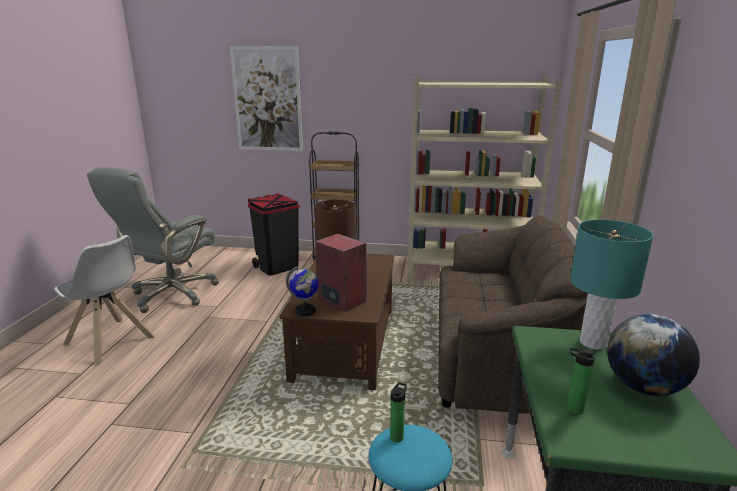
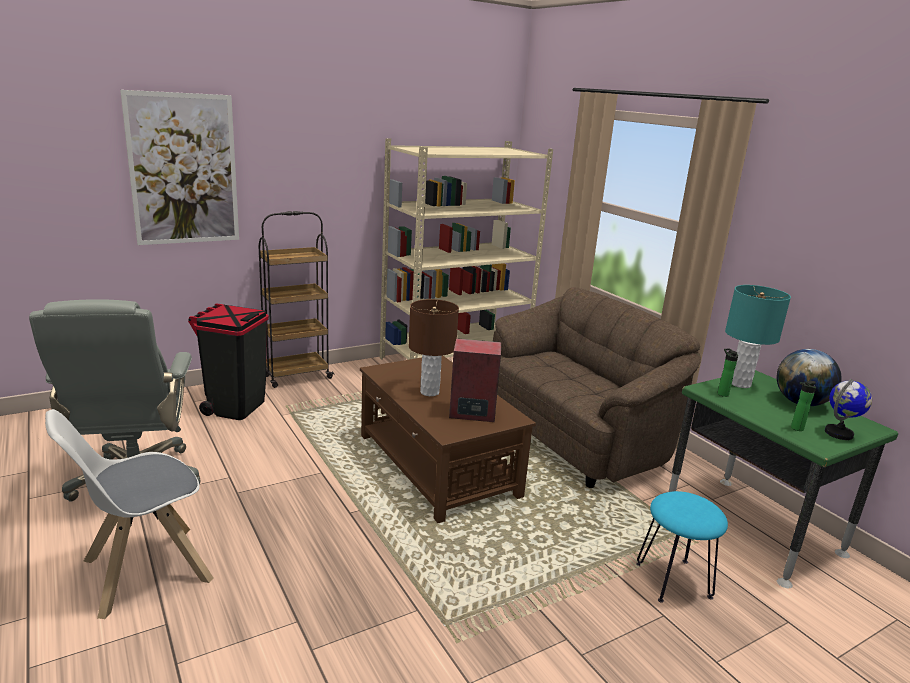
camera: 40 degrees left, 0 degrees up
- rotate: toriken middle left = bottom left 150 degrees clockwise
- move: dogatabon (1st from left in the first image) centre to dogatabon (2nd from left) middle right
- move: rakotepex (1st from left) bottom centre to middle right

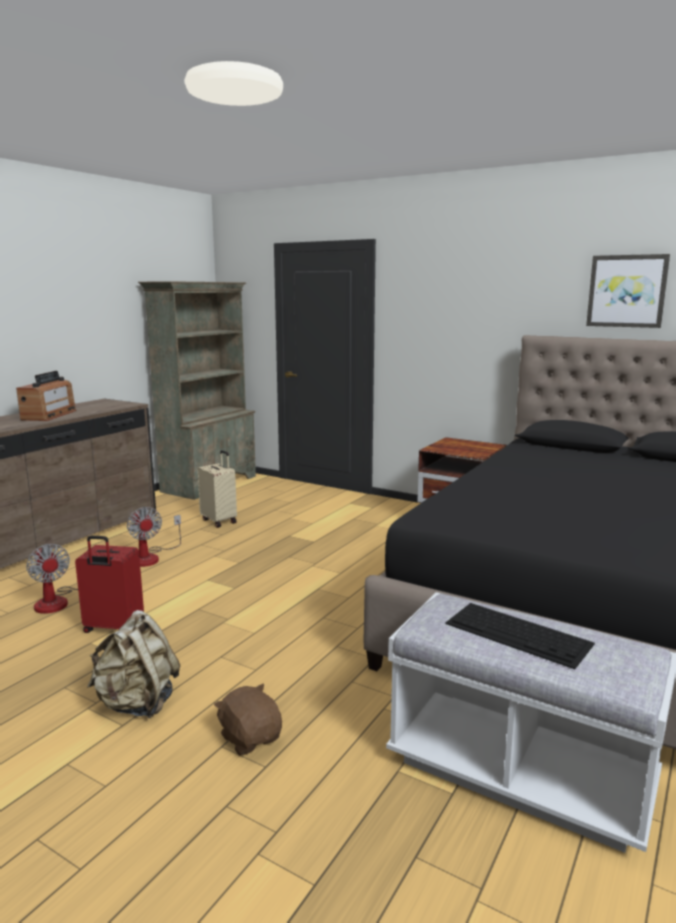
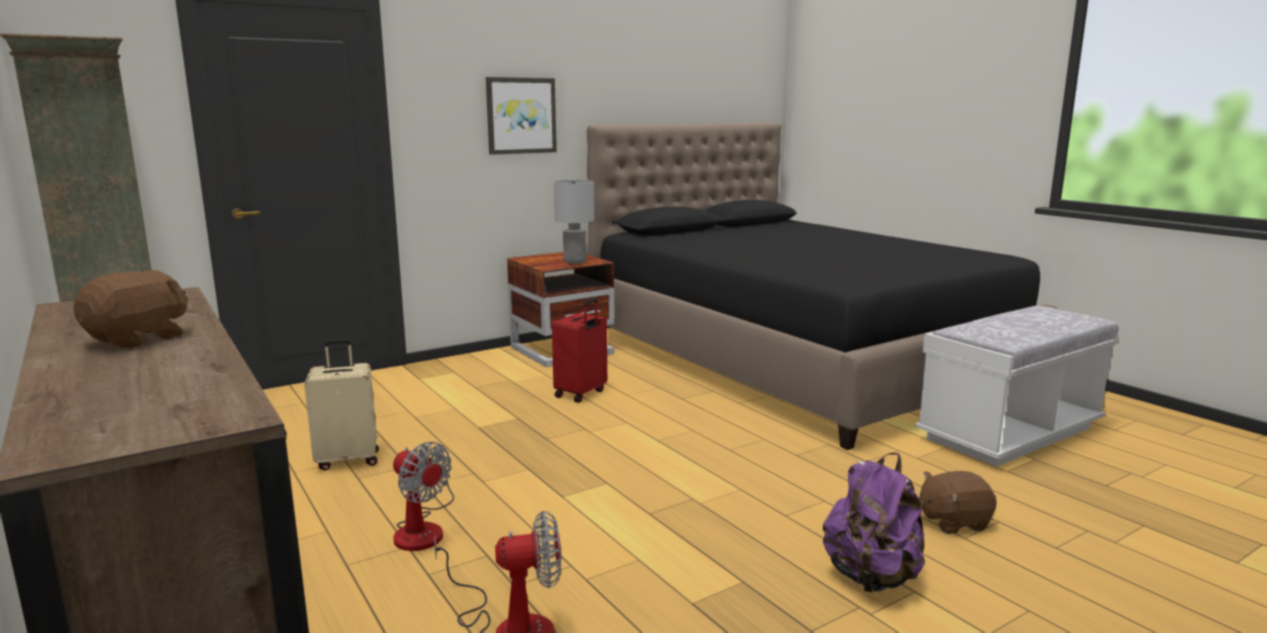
camera: 65 degrees left, 0 degrees up
- move: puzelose top right to top centre
- replace: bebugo middle left to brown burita (1st from left) middle left
- rotate: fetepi (2nd from left in the first image) middle left = bottom centre 45 degrees clockwise
- move: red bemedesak middle left to centre
- delete: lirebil bottom right
- recolor: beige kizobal bottom left to purple kizobal bottom right
- insert: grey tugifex centre

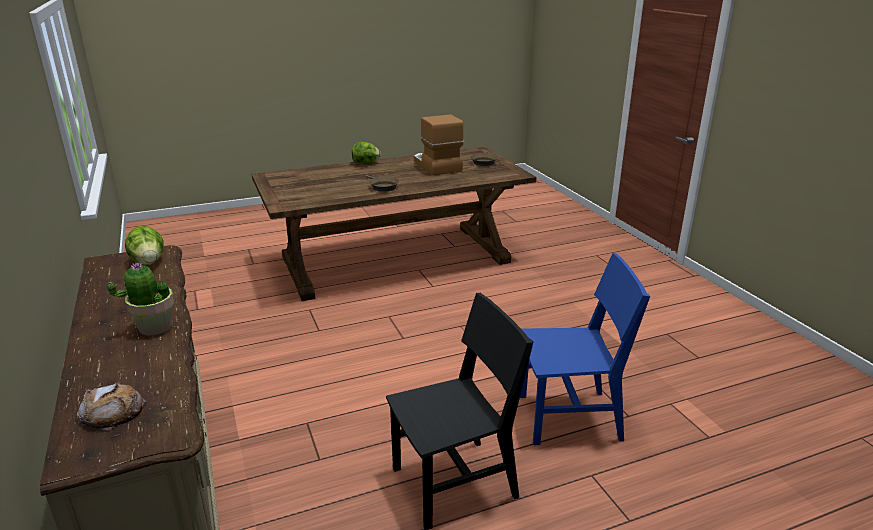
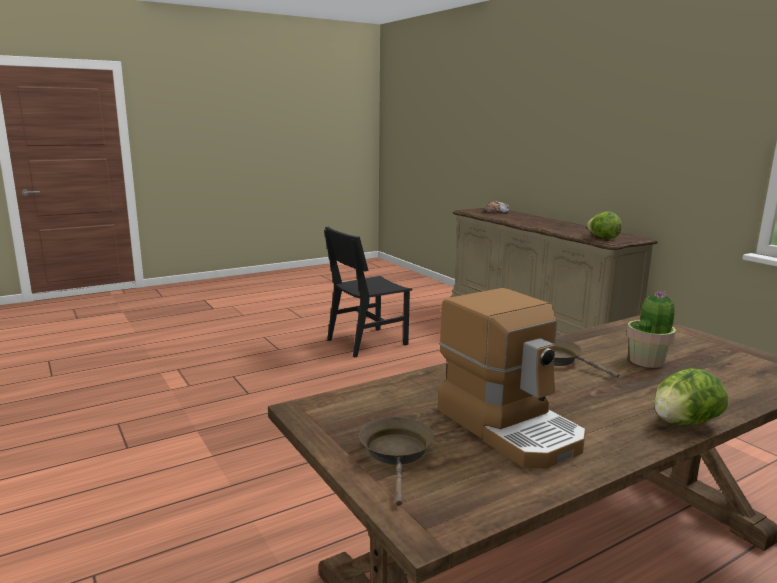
camera: 170 degrees right, 10 degrees down
- delete: blue toriken middle right
- move: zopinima middle left to middle right

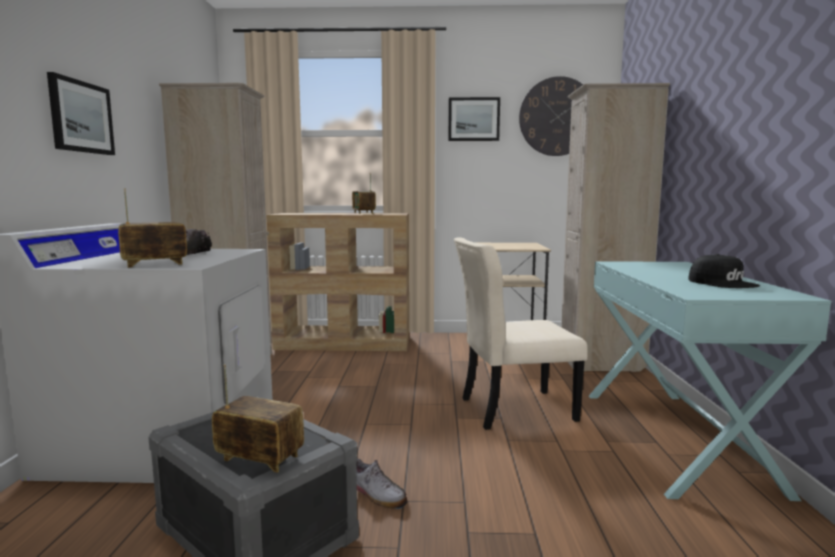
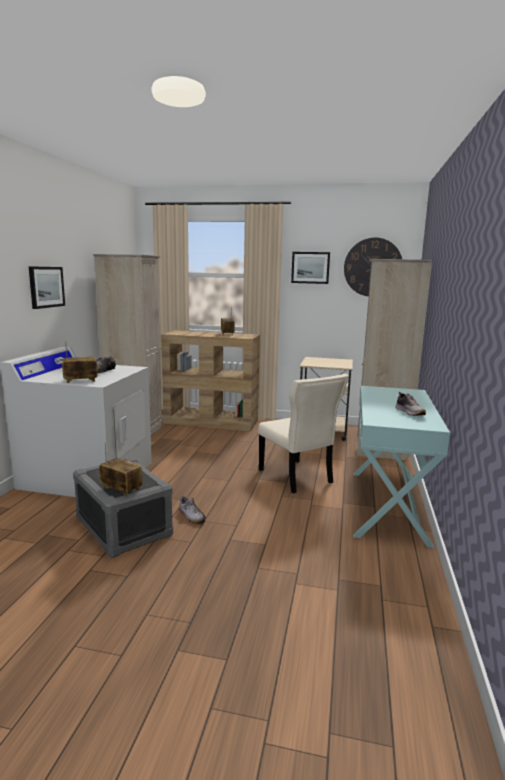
camera: 10 degrees right, 5 degrees up
- rotate: beige toriken centre = centre 120 degrees counterclockwise
- replace: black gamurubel middle right to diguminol (3rd from left) middle right

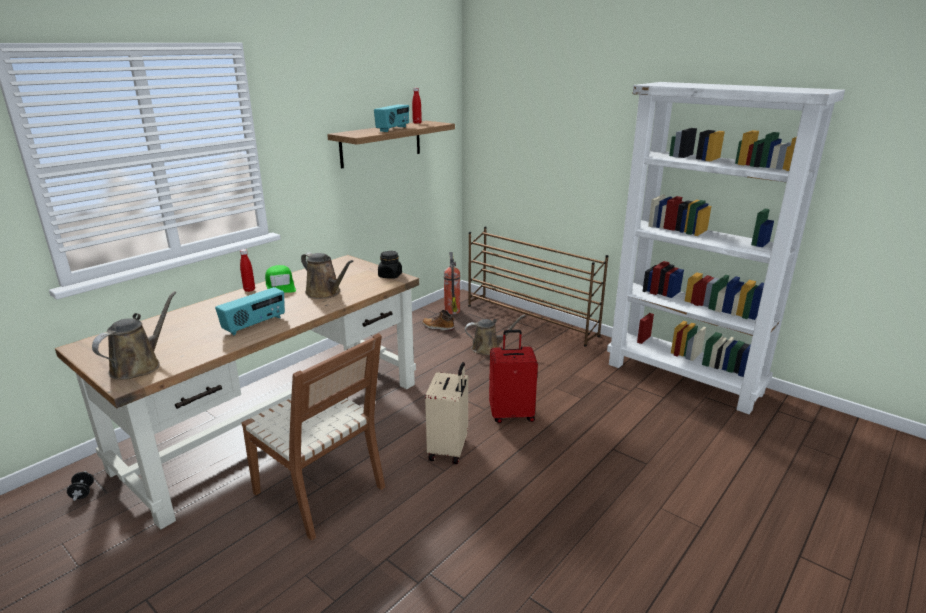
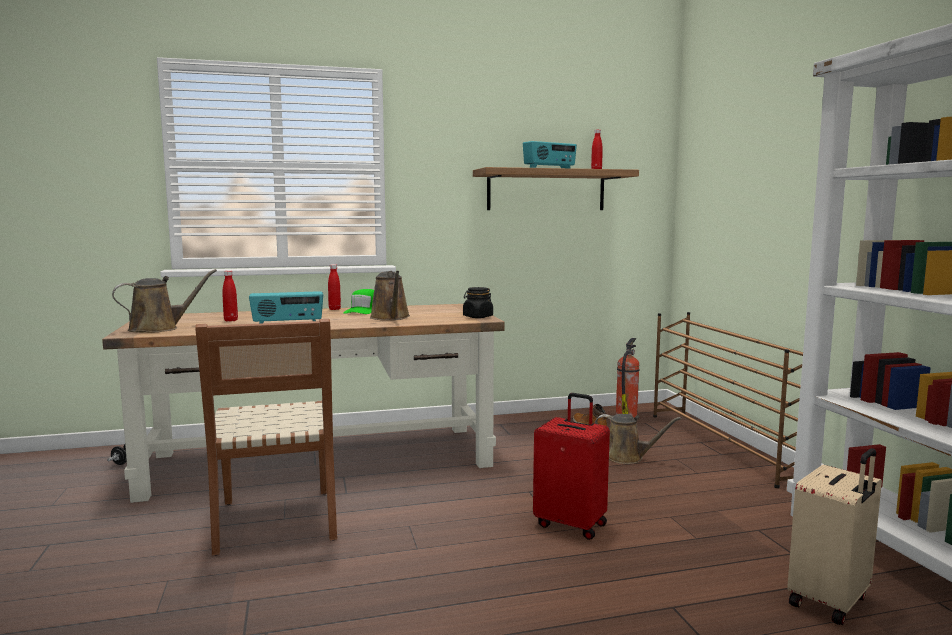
camera: 35 degrees right, 15 degrees down
- move: beige bemedesak bottom centre to bottom right
- insert: red rakotepex (1st from left) middle left

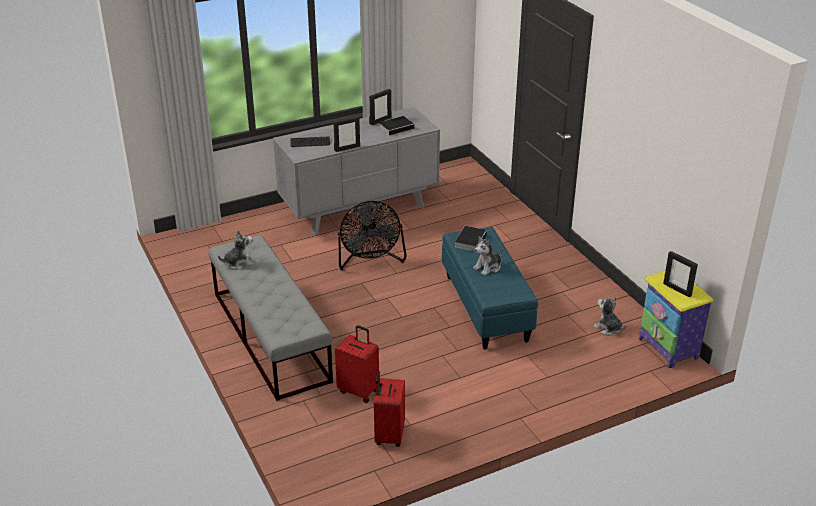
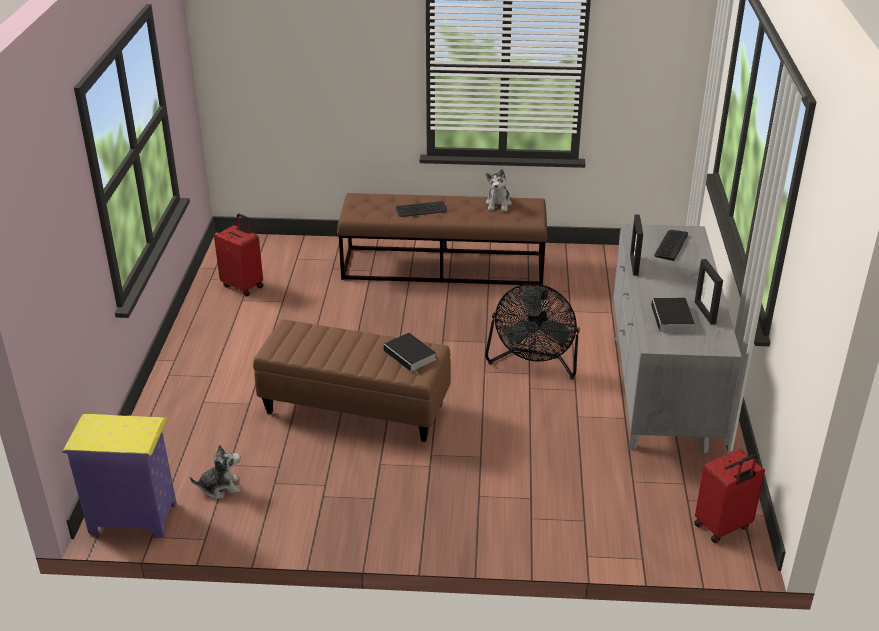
camera: 120 degrees right, 0 degrees up
- rotate: black fetepi centre = centre 90 degrees counterclockwise
- recolor: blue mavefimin centre to brown mavefimin centre
- recolor: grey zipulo middle left to brown zipulo centre
- delete: burita (2nd from left) centre
- delete: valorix (3rd from left) middle right
- move: red bemedesak (1st from left in the first image) bottom centre to red bemedesak (2nd from left) bottom right
- insert: lirebil (1st from left) top centre

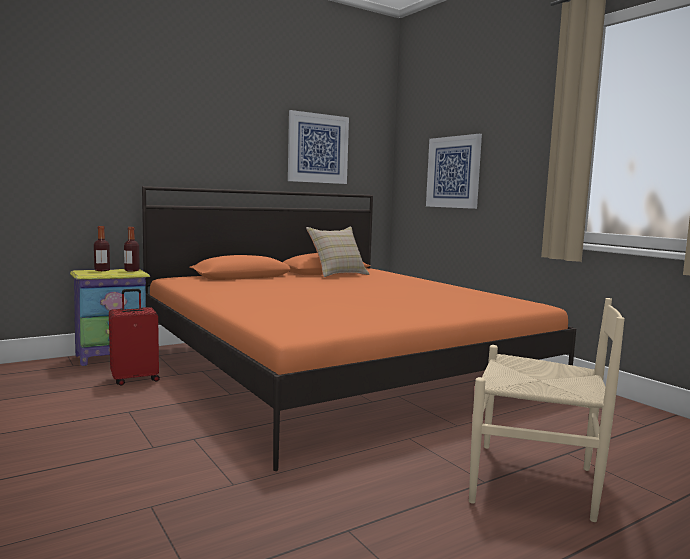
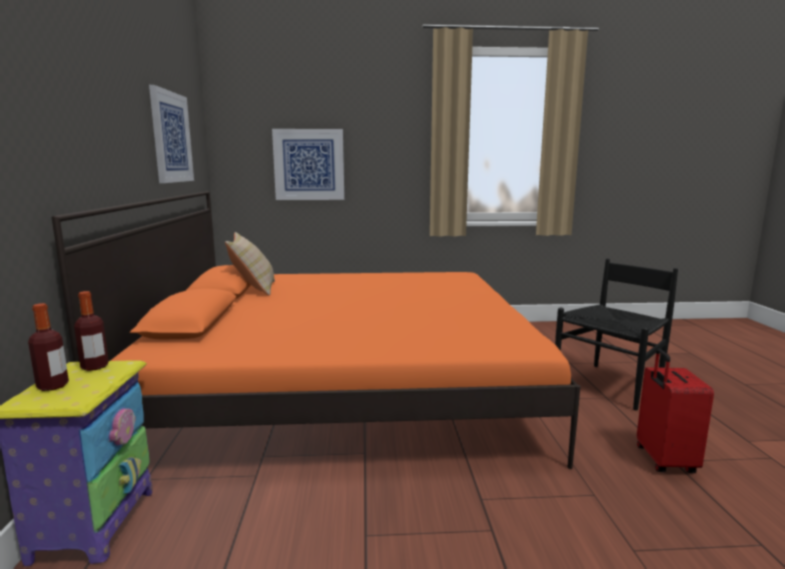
camera: 60 degrees left, 5 degrees up
- move: red bemedesak middle left to bottom right
- recolor: beige toriken bottom right to black toriken middle right

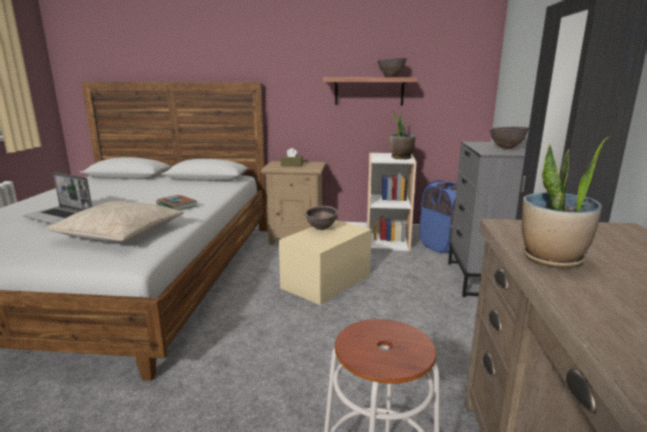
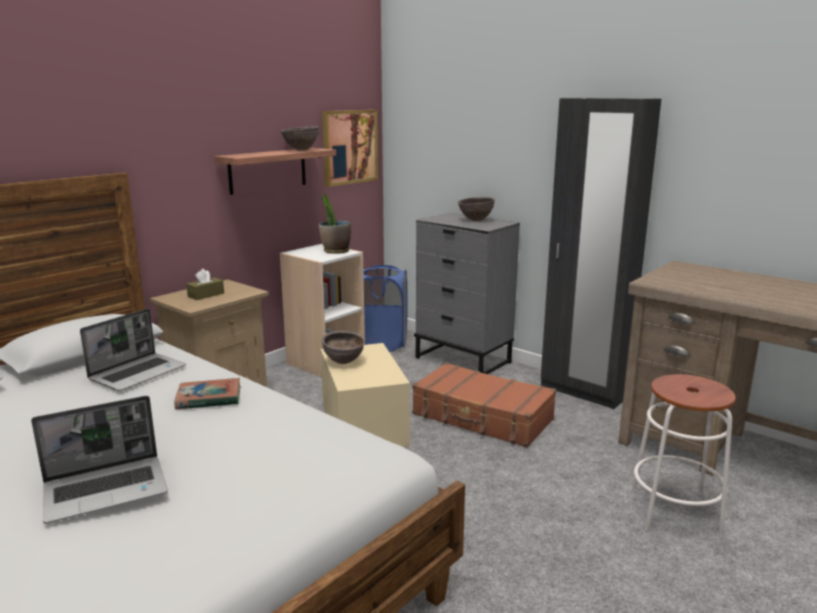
camera: 55 degrees left, 0 degrees up
- delete: zopinima (2nd from left) middle right
- delete: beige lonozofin middle left
- insert: puzelose top centre
- insert: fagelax (2nd from left) middle left
- insert: brown bemedesak centre

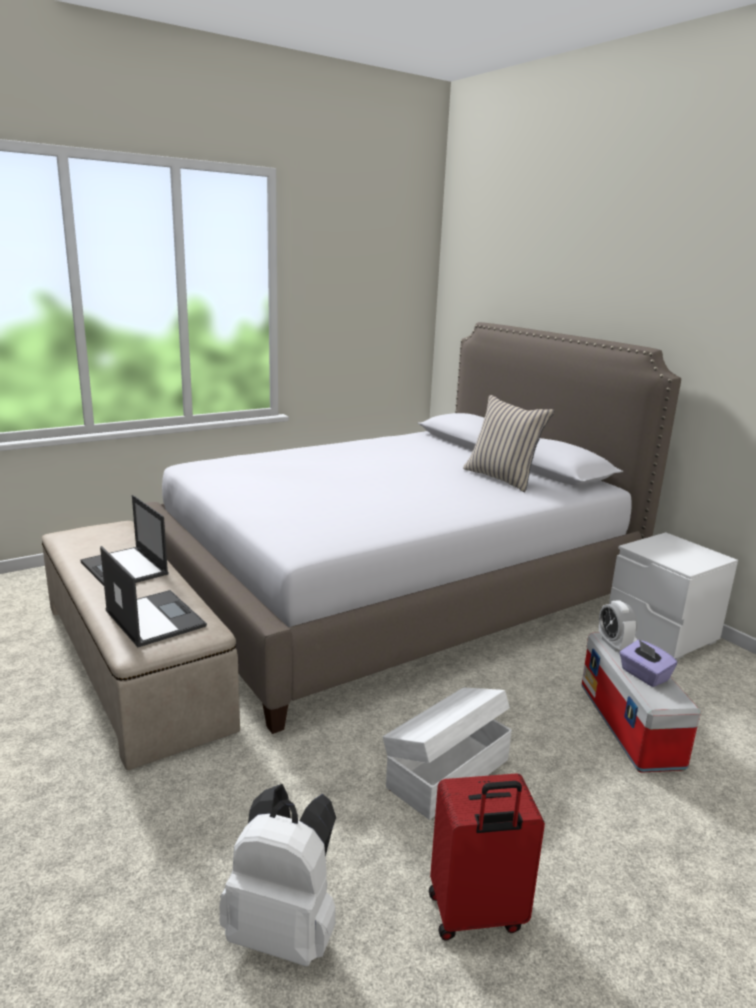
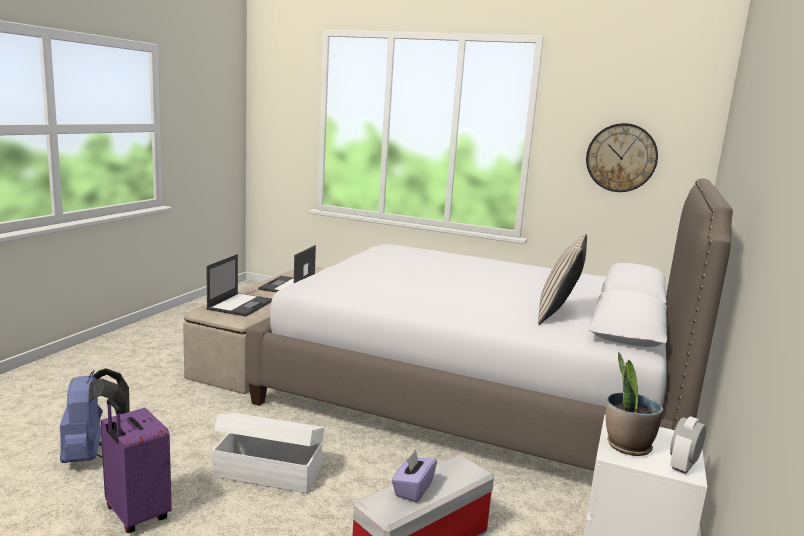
camera: 55 degrees right, 5 degrees down
- move: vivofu middle right to bottom right
- recolor: red bemedesak bottom centre to purple bemedesak bottom left
- recolor: white kizobal bottom centre to blue kizobal bottom left
- insert: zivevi top right
- insert: zopinima bottom right

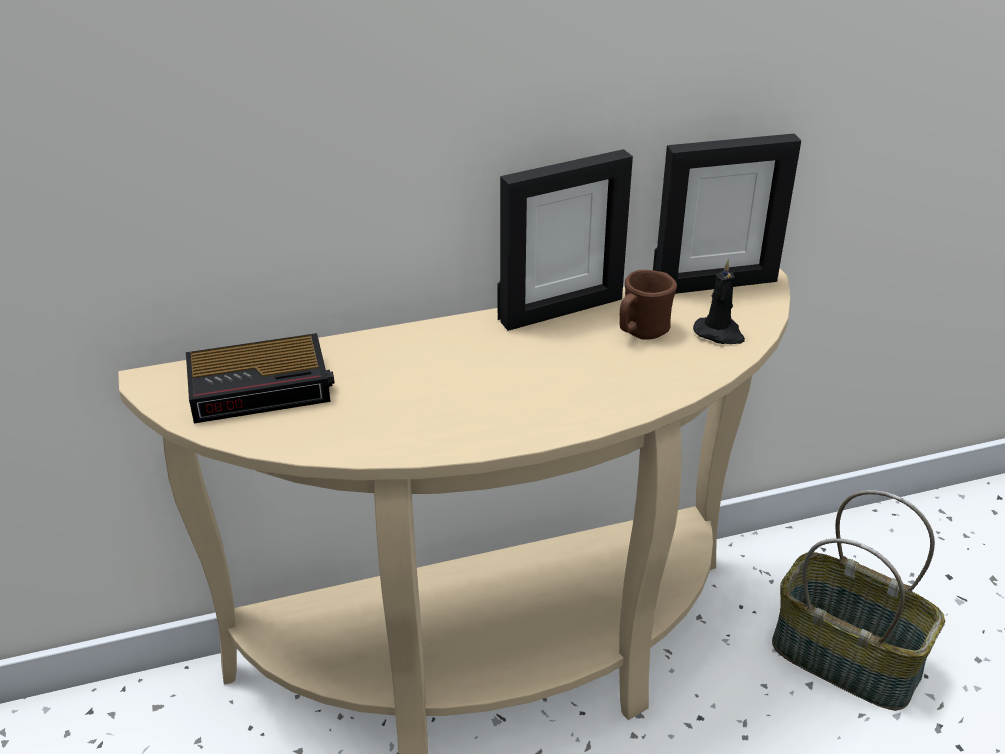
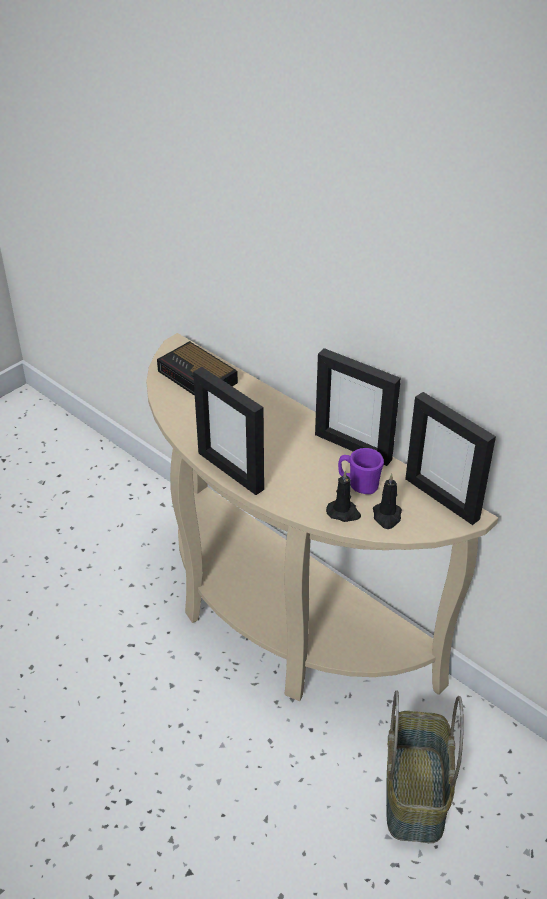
camera: 60 degrees right, 5 degrees up
- recolor: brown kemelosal centre to purple kemelosal centre
- insert: valorix (1st from left) centre
- insert: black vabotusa (1st from left) centre

